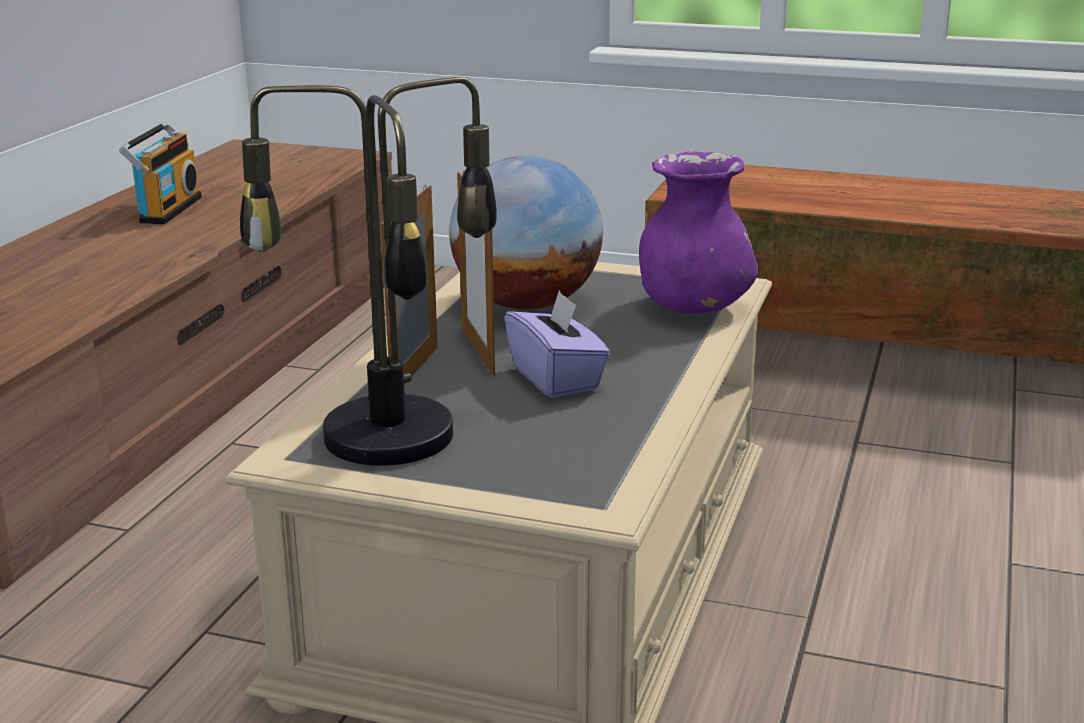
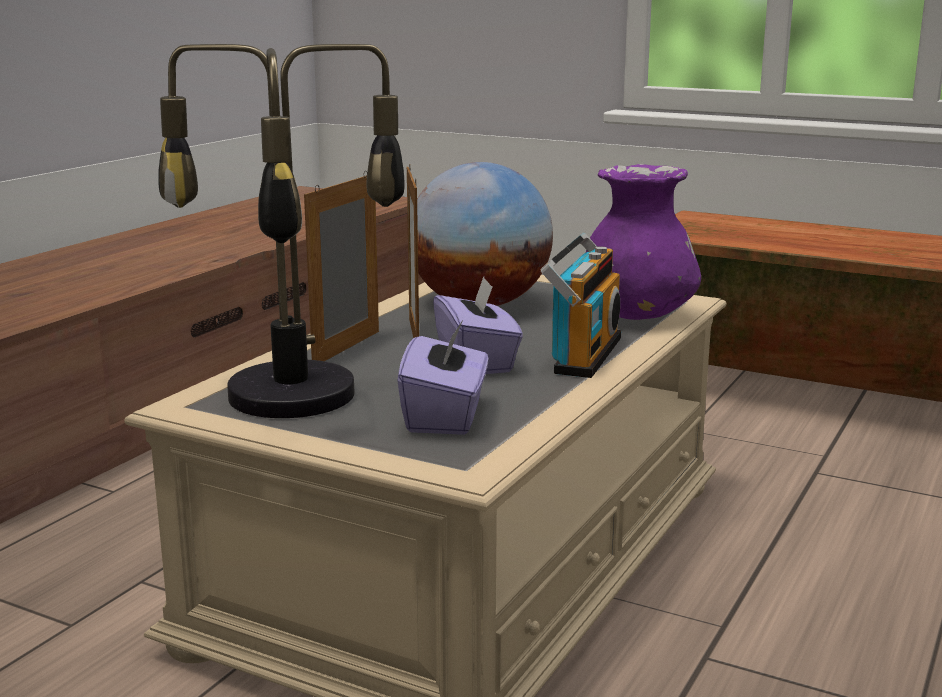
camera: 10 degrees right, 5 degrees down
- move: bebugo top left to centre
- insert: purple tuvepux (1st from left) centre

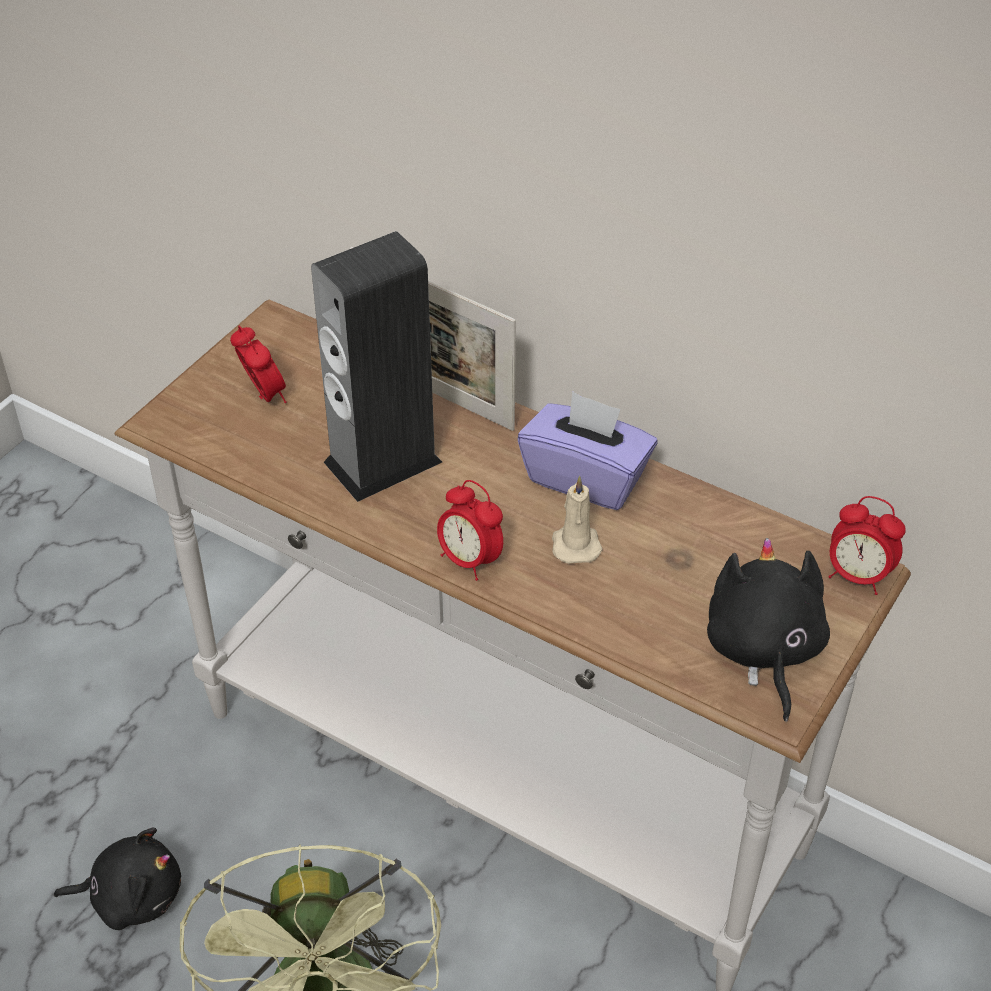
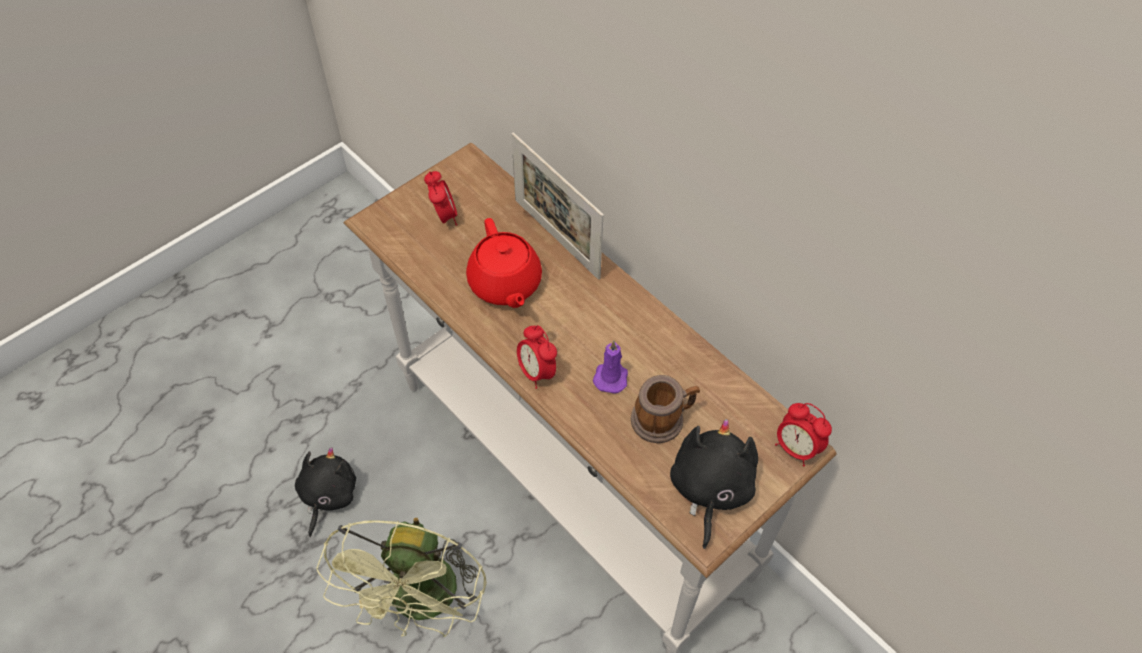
camera: 15 degrees right, 10 degrees up
- replace: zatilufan centre to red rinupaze centre
- delete: purple tuvepux centre
- recolor: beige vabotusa centre to purple vabotusa centre
- rotate: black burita (1st from left) bottom left = bottom left 90 degrees counterclockwise
- insert: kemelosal centre

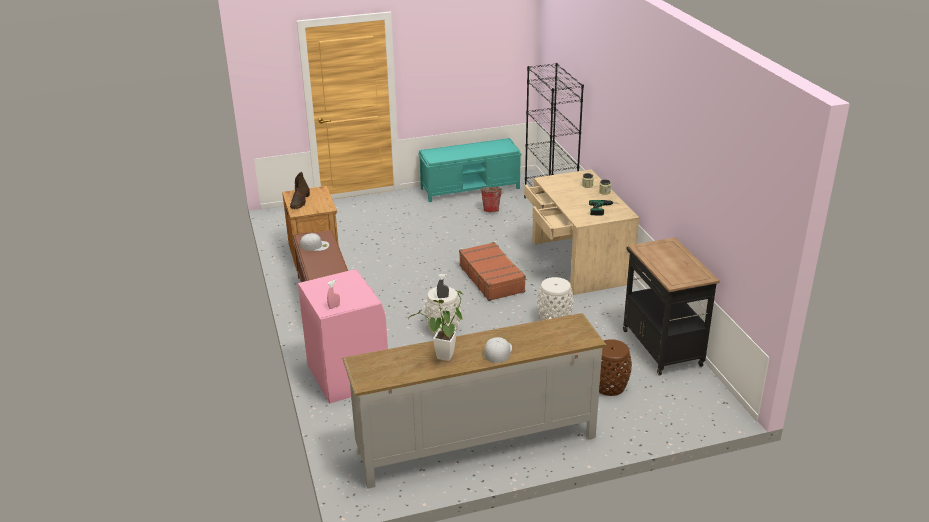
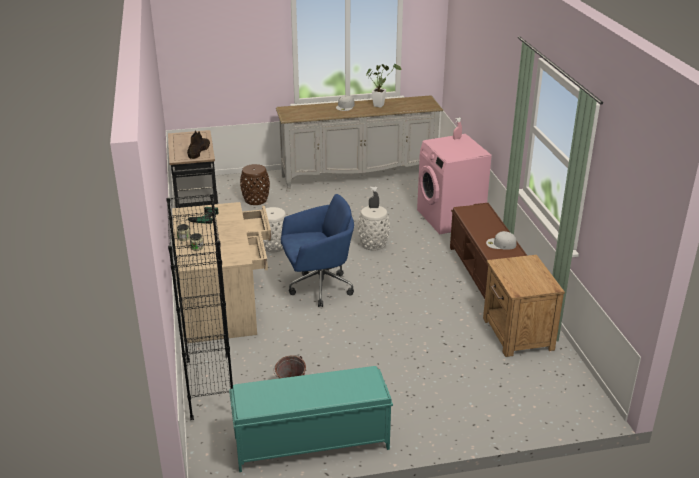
camera: 175 degrees left, 0 degrees up
- move: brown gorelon middle left to top left
- replace: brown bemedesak centre to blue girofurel centre

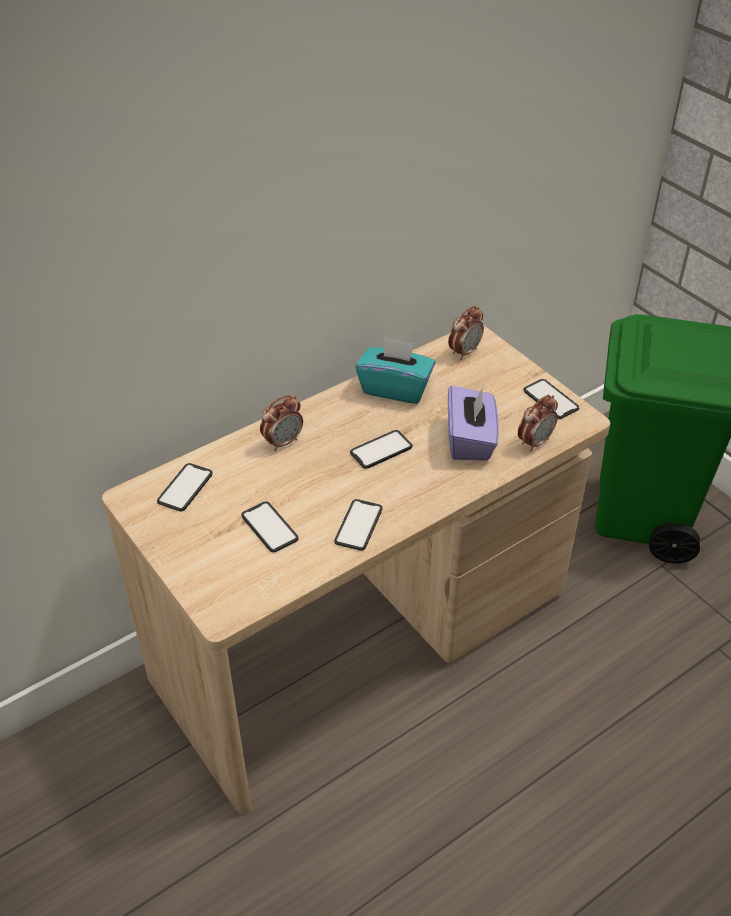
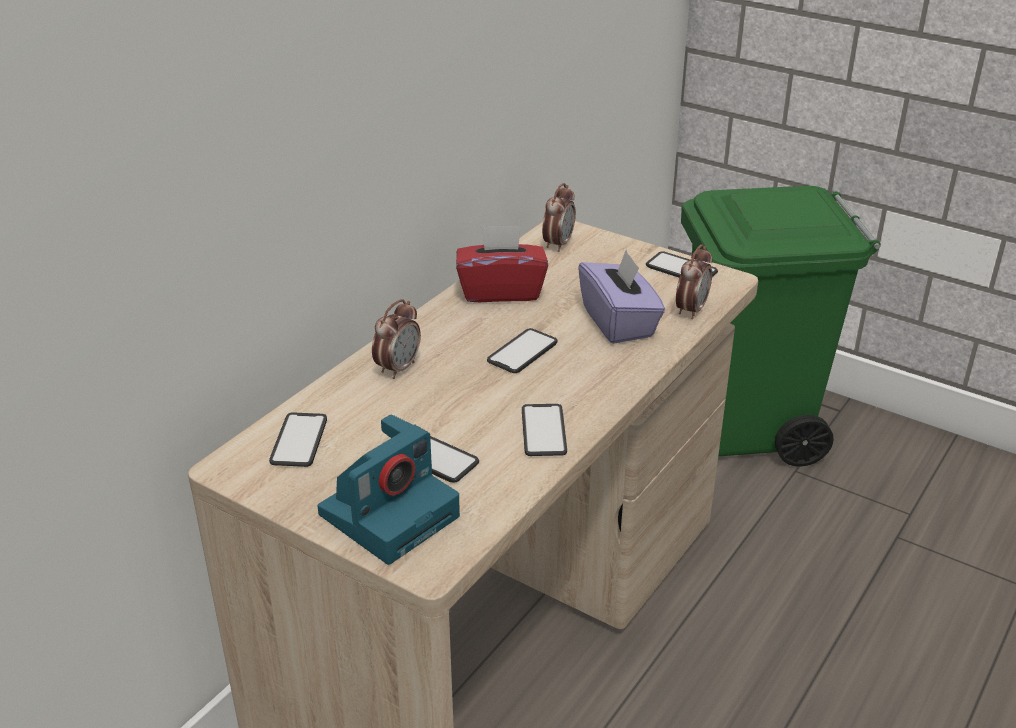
camera: 20 degrees left, 10 degrees down
- recolor: turquoise tuvepux centre to red tuvepux centre
- insert: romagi bottom centre

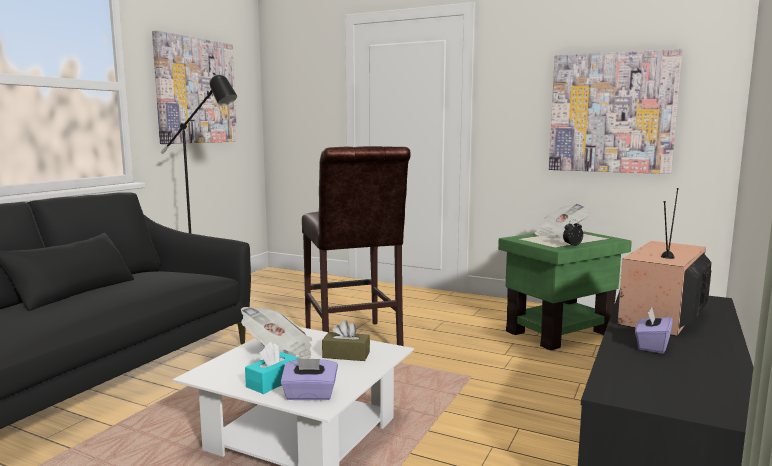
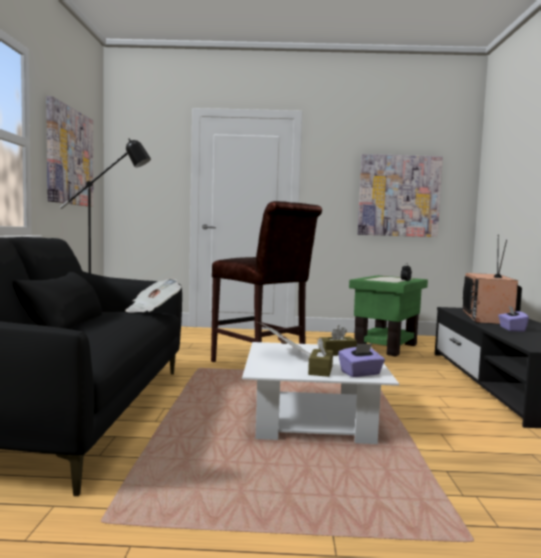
camera: 25 degrees left, 5 degrees down
- move: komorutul (2nd from left in the first image) middle right to komorutul (1st from left) middle left
- recolor: turquoise tuvepux bottom centre to brown tuvepux (1st from left) centre

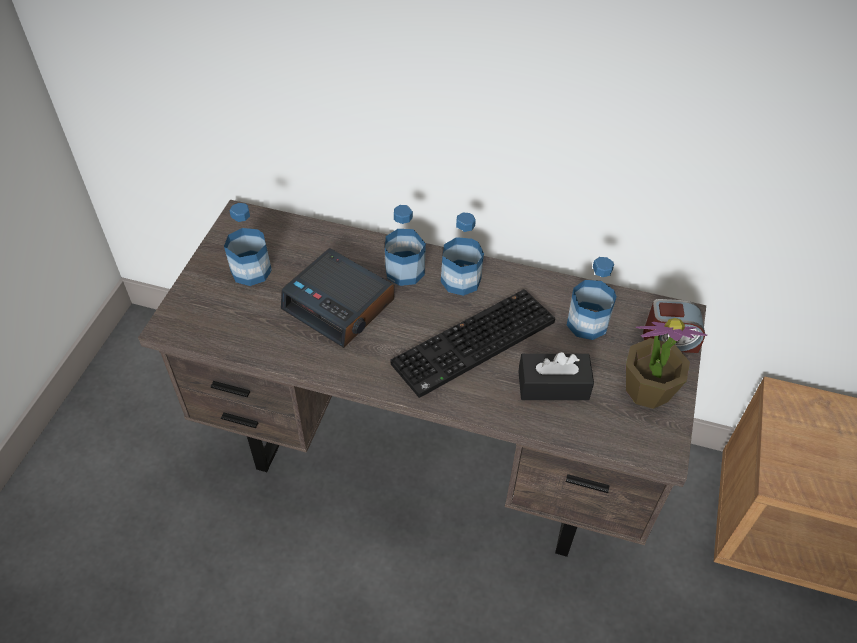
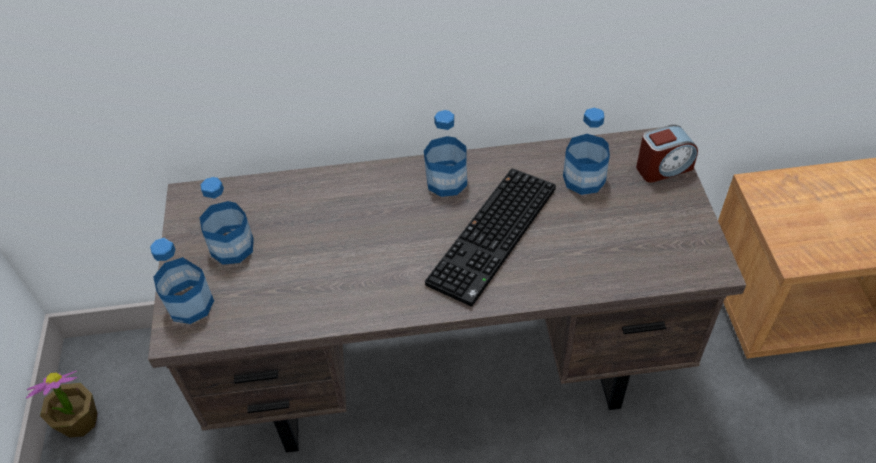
camera: 20 degrees left, 0 degrees up
- move: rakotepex (2nd from left in the first image) centre to rakotepex (1st from left) middle left
- delete: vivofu (1st from left) centre
- move: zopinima middle right to bottom left
- delete: black tuvepux centre

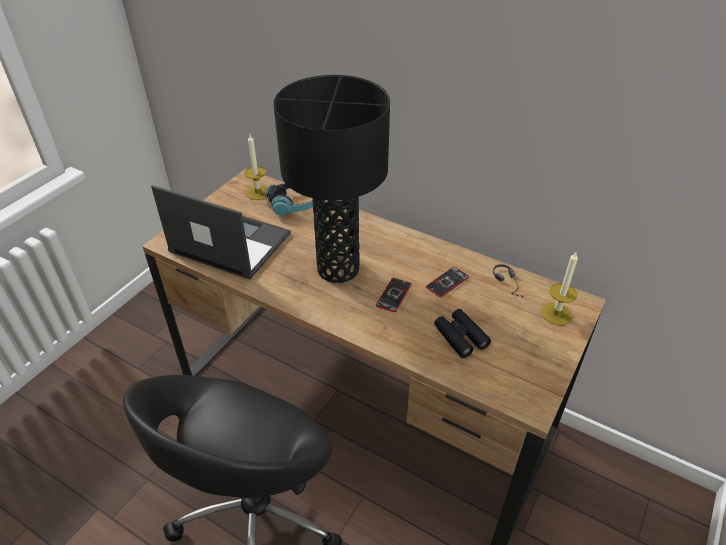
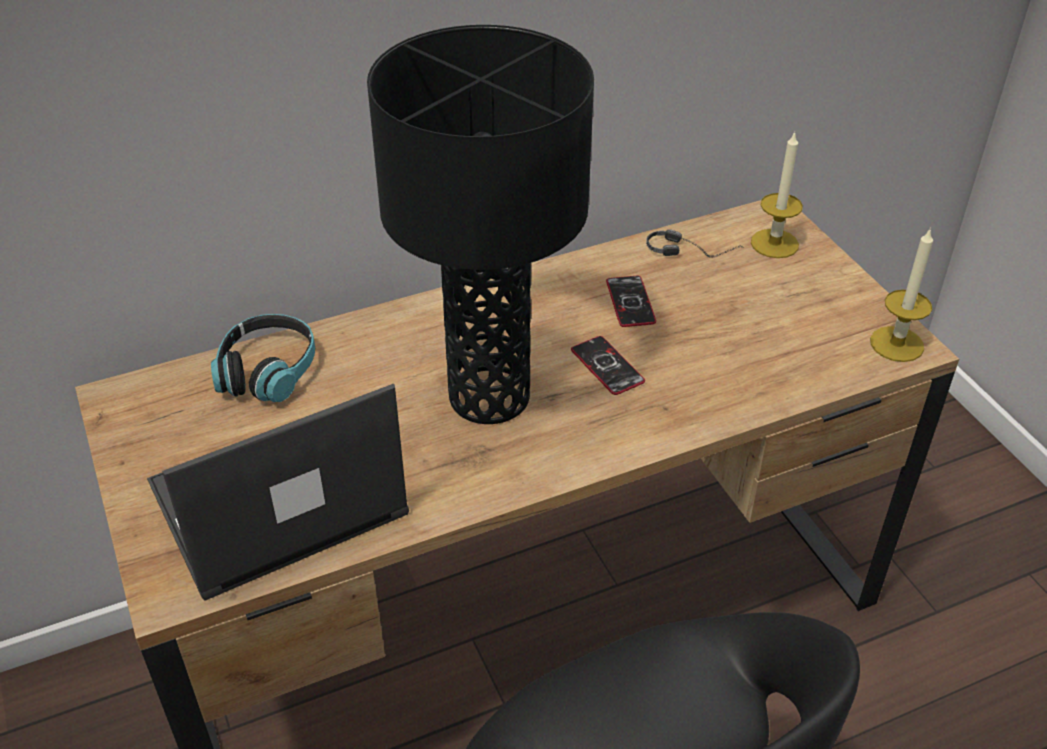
camera: 55 degrees left, 0 degrees up
- move: vabotusa (1st from left in the first image) top centre to vabotusa (2nd from left) middle right
- delete: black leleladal centre

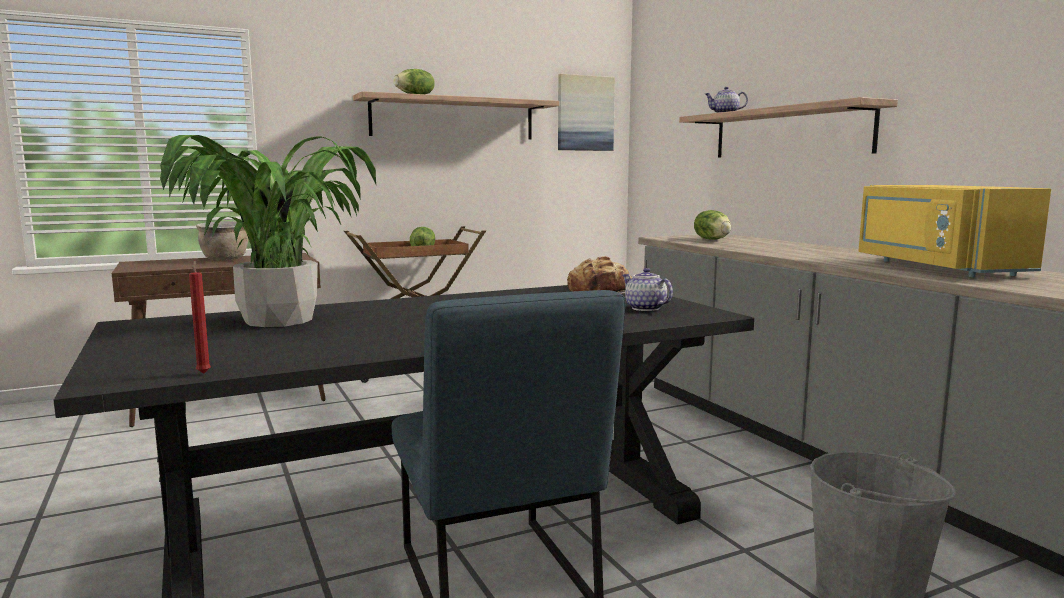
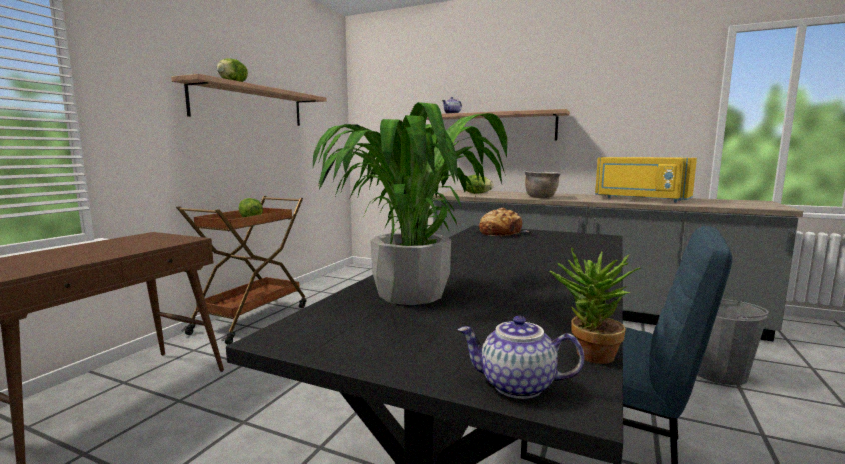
camera: 40 degrees left, 0 degrees up
- delete: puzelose top centre
- move: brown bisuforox middle left to centre
- replace: red vabotusa middle left to zopinima (2nd from left) middle right
- move: rinupaze (1st from left in the first image) centre to rinupaze (2nd from left) bottom centre

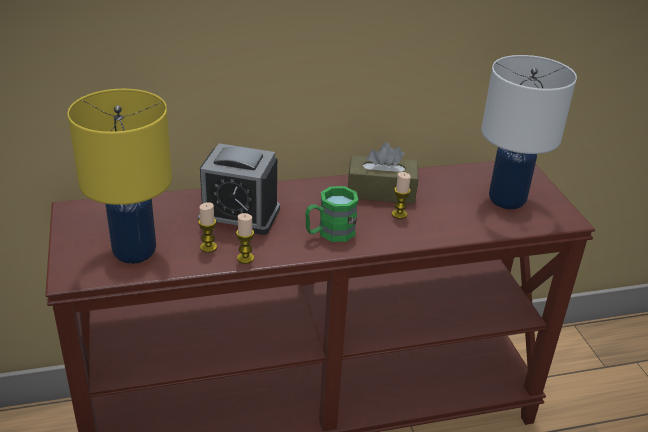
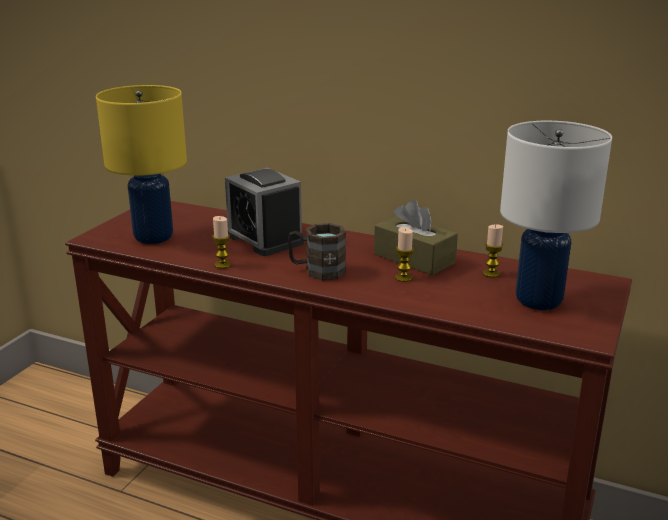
camera: 40 degrees right, 10 degrees down
- recolor: green kemelosal centre to brown kemelosal centre
- move: vabotusa (1st from left in the first image) middle left to vabotusa (3rd from left) middle right

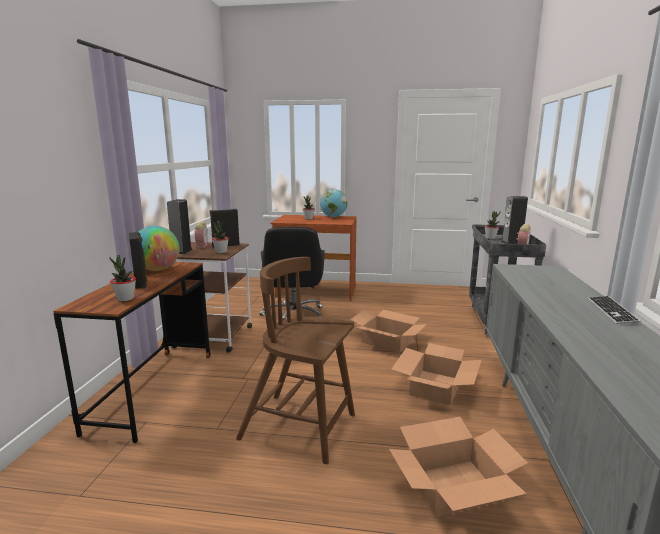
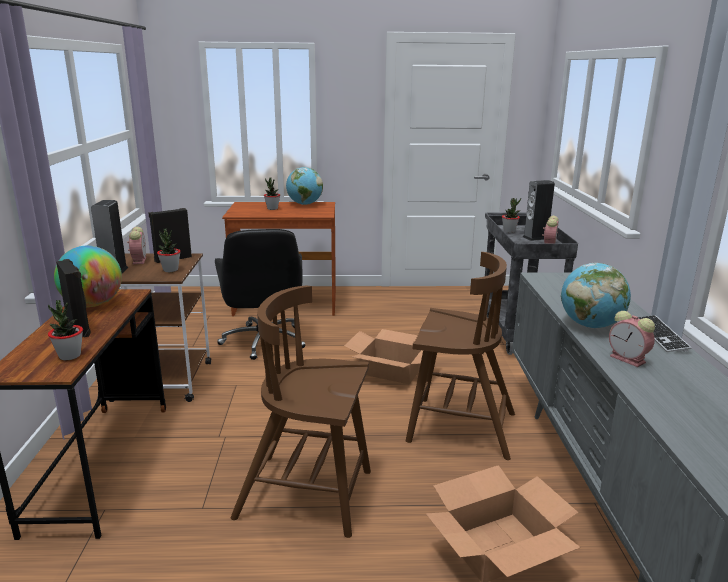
camera: 10 degrees left, 5 degrees up
- replace: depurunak (2nd from left) bottom centre to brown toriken (2nd from left) centre
- insert: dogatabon (3rd from left) middle right
- insert: vivofu (3rd from left) middle right

